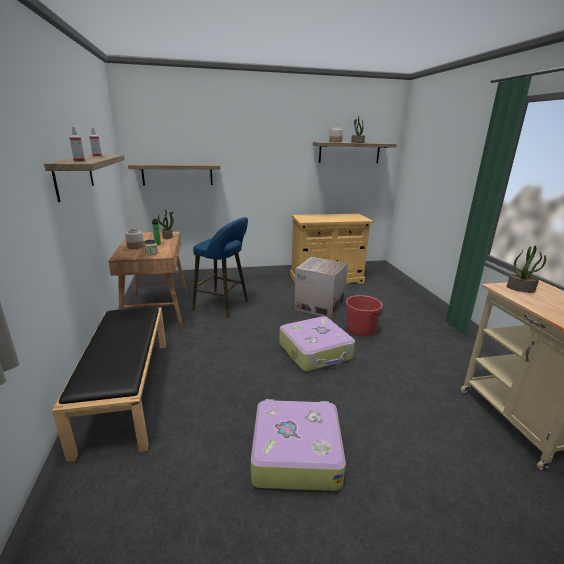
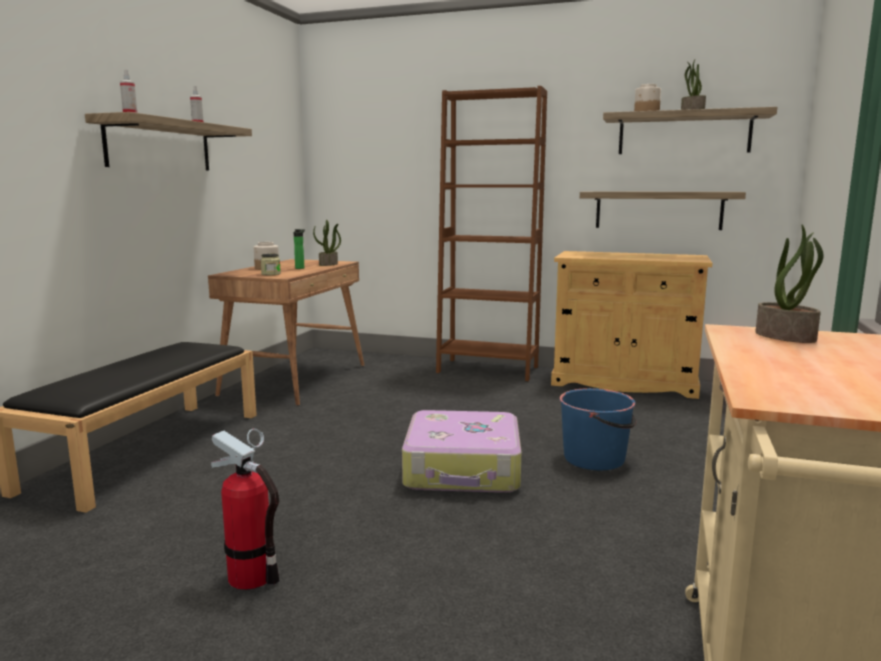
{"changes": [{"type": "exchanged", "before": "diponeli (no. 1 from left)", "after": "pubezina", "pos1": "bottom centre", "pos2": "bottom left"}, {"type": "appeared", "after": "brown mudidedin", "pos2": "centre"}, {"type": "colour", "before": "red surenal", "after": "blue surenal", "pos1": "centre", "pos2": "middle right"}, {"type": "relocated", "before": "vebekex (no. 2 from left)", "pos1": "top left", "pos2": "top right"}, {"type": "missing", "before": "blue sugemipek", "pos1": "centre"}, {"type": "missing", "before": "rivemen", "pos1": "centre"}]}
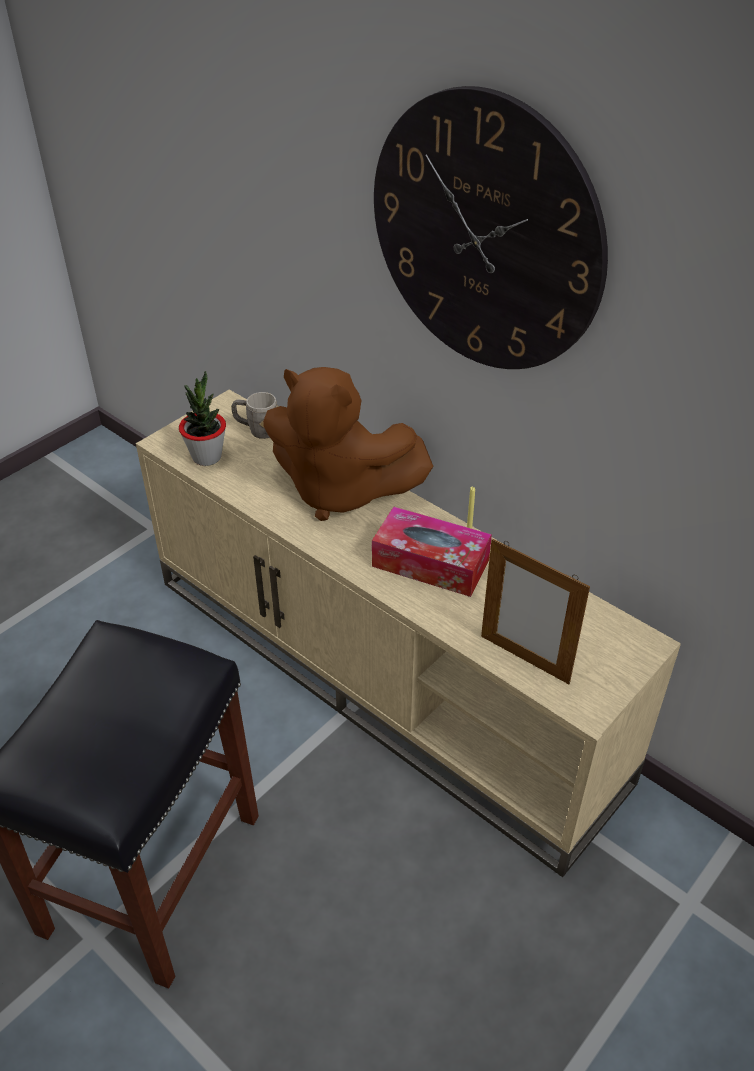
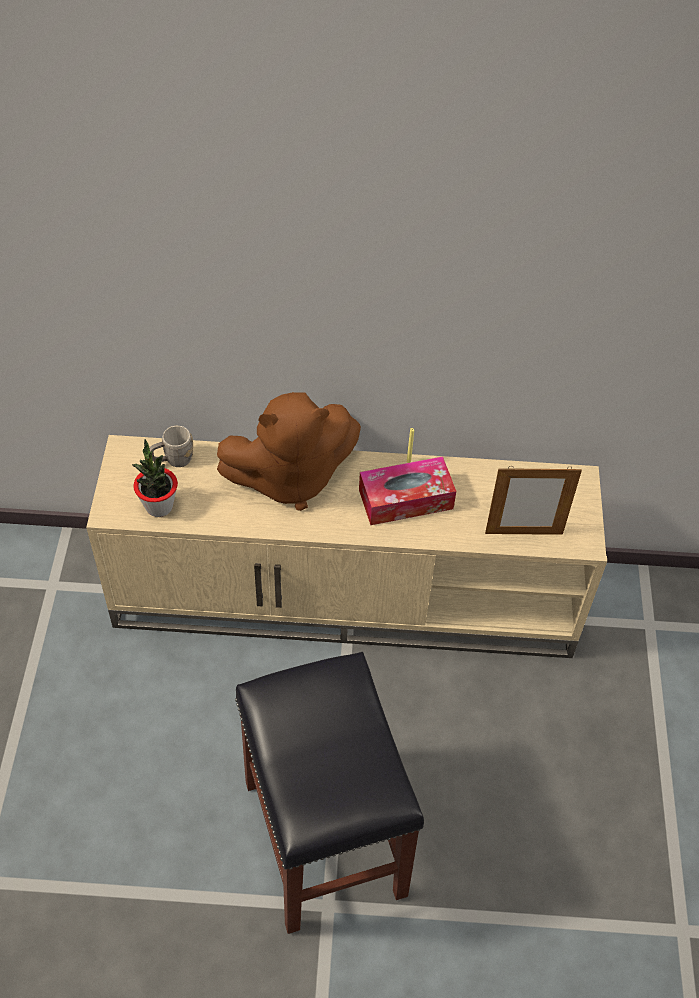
{"changes": [{"type": "missing", "before": "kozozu", "pos1": "top centre"}]}
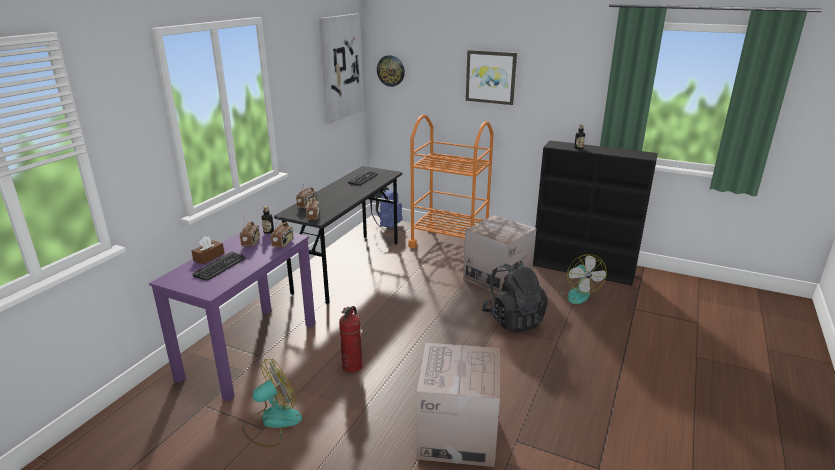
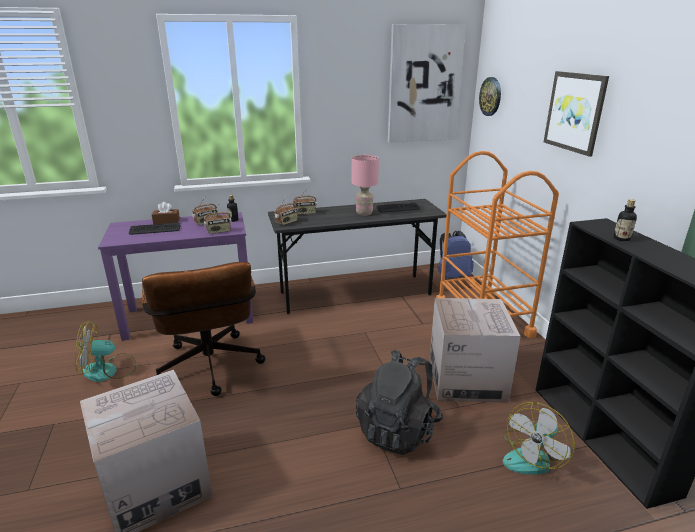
{"changes": [{"type": "spun", "before": "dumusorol (no. 1 from left)", "pos1": "bottom left", "pos2": "middle left", "turn": 150}, {"type": "exchanged", "before": "pubezina", "after": "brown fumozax", "pos1": "bottom centre", "pos2": "middle left"}, {"type": "appeared", "after": "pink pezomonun", "pos2": "centre"}]}
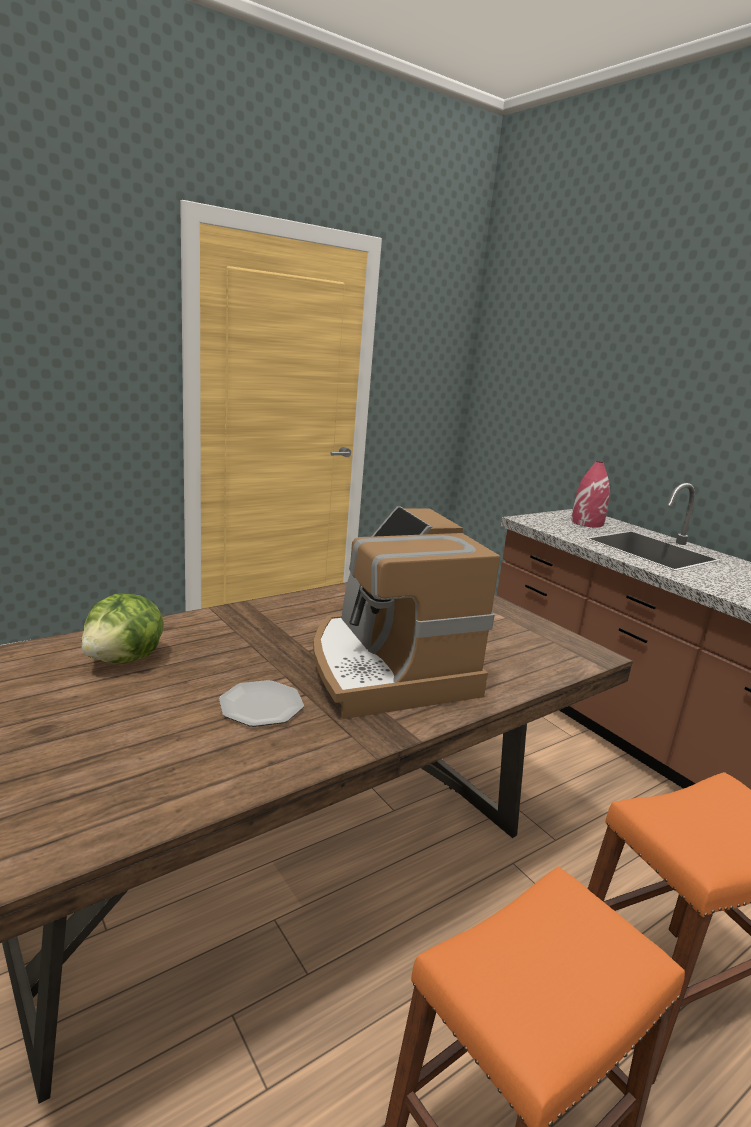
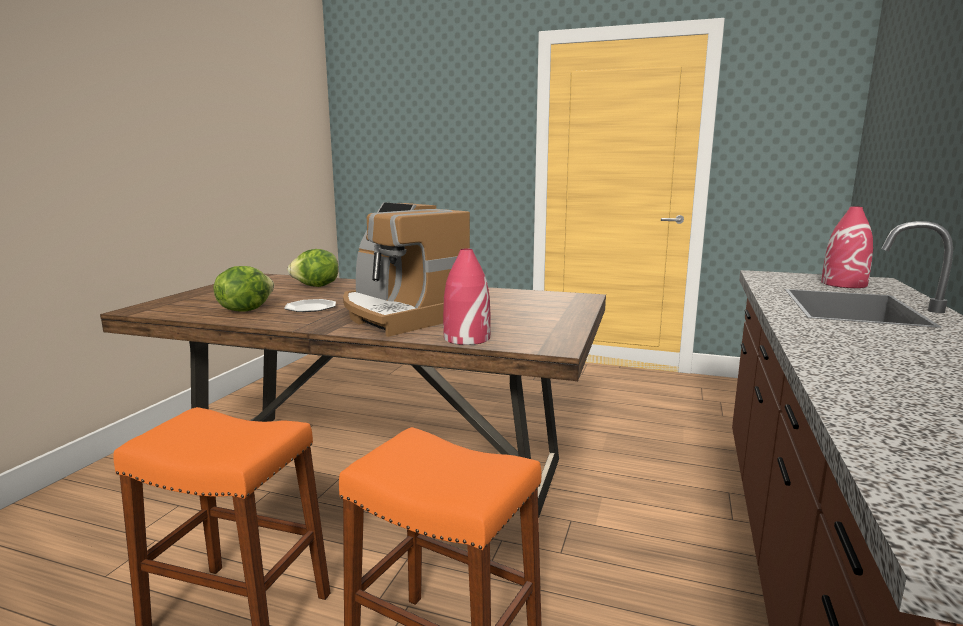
{"changes": [{"type": "appeared", "after": "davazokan (no. 1 from left)", "pos2": "middle left"}, {"type": "spun", "before": "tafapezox", "pos1": "centre", "pos2": "centre", "turn": -75}, {"type": "appeared", "after": "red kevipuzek (no. 1 from left)", "pos2": "centre"}]}
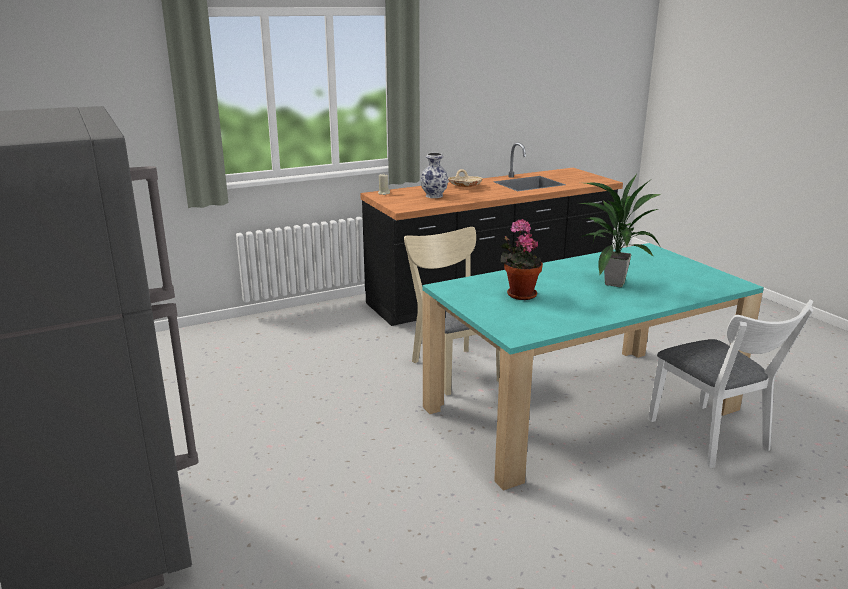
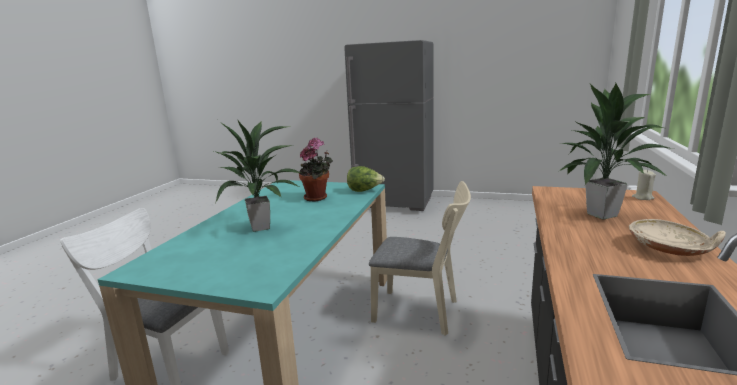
{"changes": [{"type": "appeared", "after": "davazokan", "pos2": "centre"}, {"type": "exchanged", "before": "kevipuzek", "after": "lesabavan (no. 3 from left)", "pos1": "top centre", "pos2": "middle right"}]}
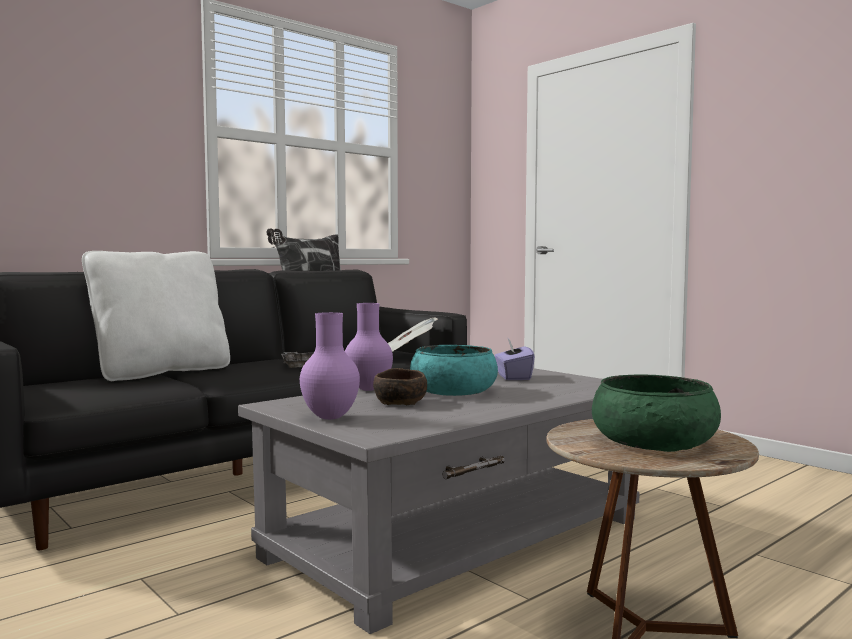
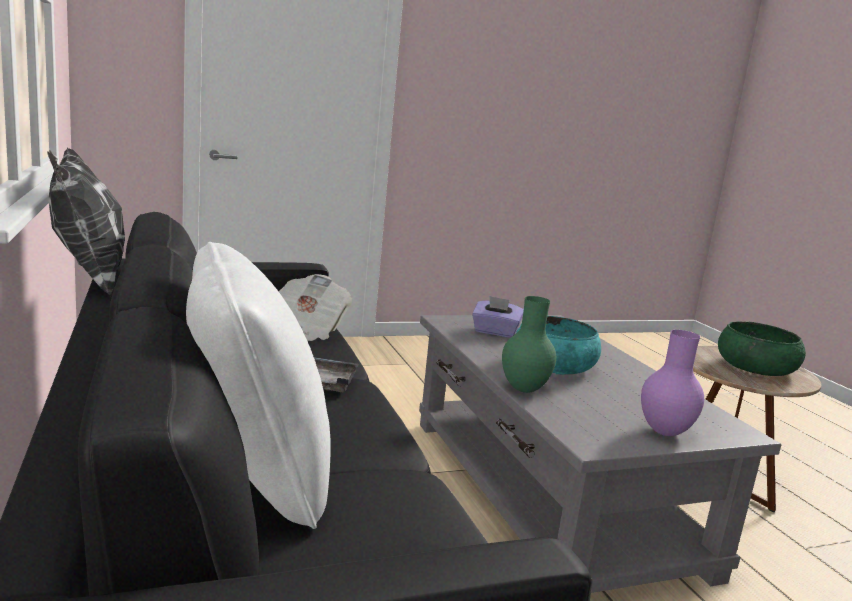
{"changes": [{"type": "colour", "before": "purple kevipuzek (no. 2 from left)", "after": "green kevipuzek", "pos1": "centre", "pos2": "centre"}, {"type": "missing", "before": "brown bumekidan", "pos1": "centre"}]}
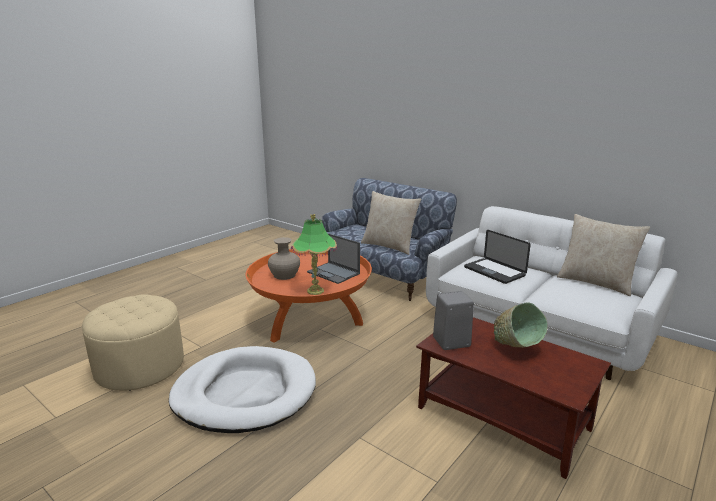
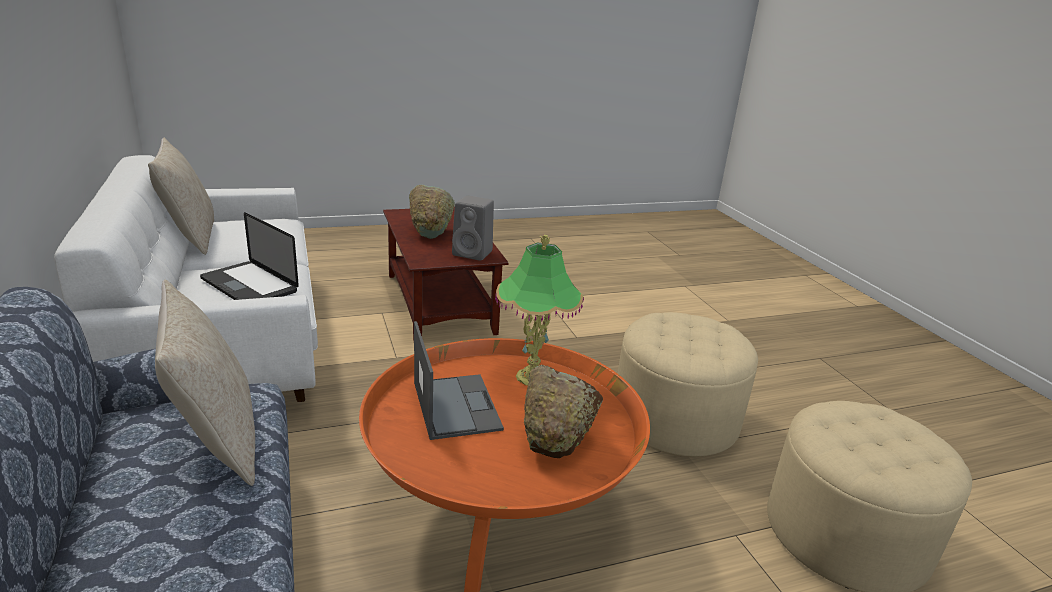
{"changes": [{"type": "spun", "before": "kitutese (no. 2 from left in the first image)", "pos1": "middle right", "pos2": "middle left", "turn": 135}, {"type": "exchanged", "before": "beige kevipuzek", "after": "brown bumekidan", "pos1": "centre", "pos2": "bottom centre"}, {"type": "exchanged", "before": "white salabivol", "after": "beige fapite (no. 1 from left)", "pos1": "bottom centre", "pos2": "centre"}]}
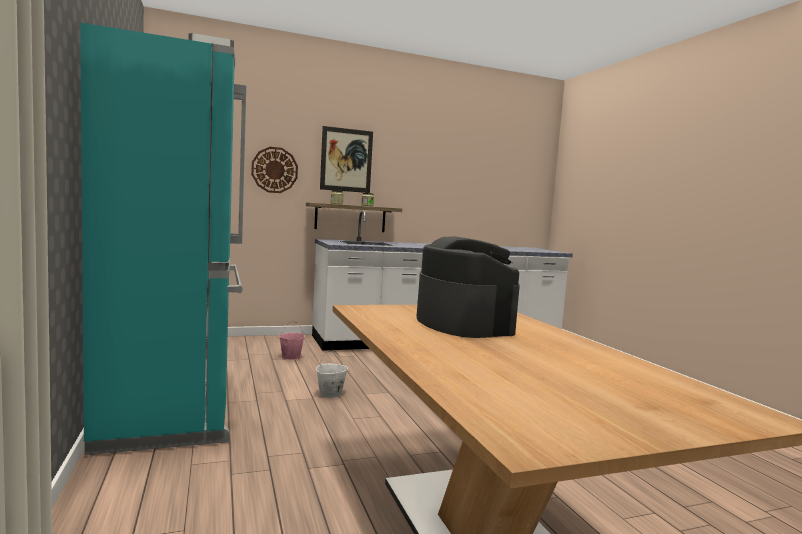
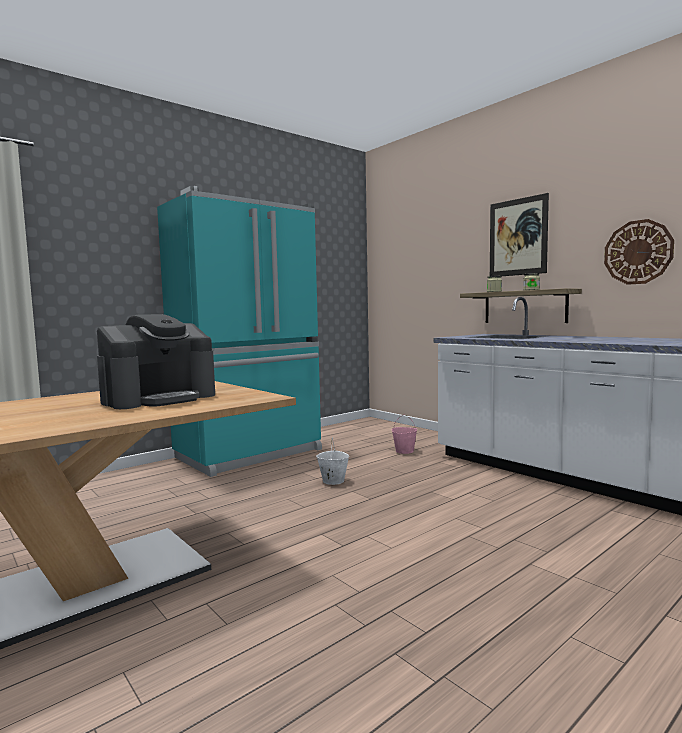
{"changes": [{"type": "relocated", "before": "kozozu", "pos1": "top centre", "pos2": "middle right"}]}
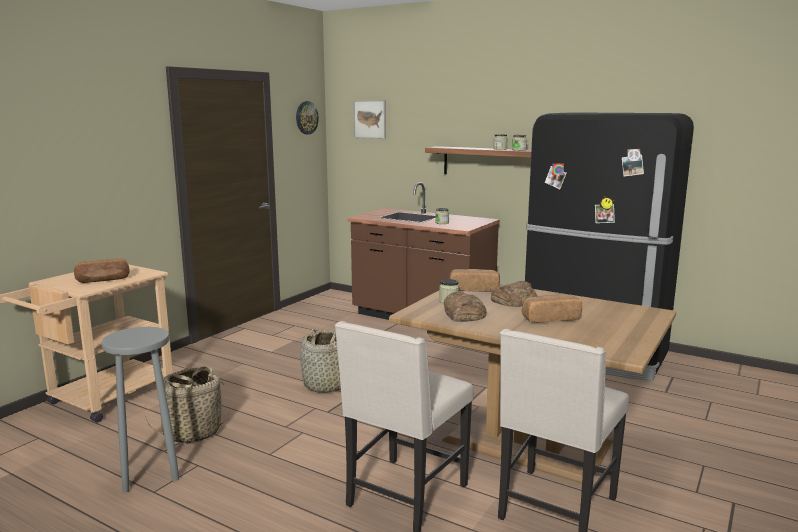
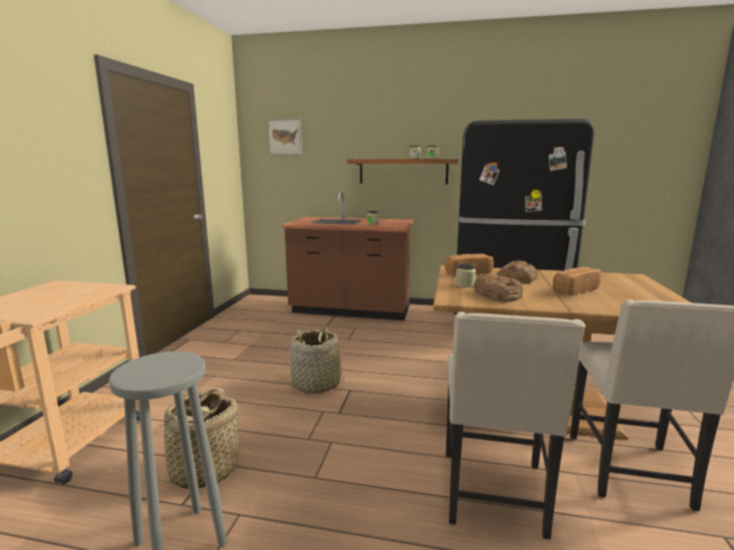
{"changes": [{"type": "missing", "before": "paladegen (no. 1 from left)", "pos1": "middle left"}, {"type": "missing", "before": "kozozu", "pos1": "top centre"}]}
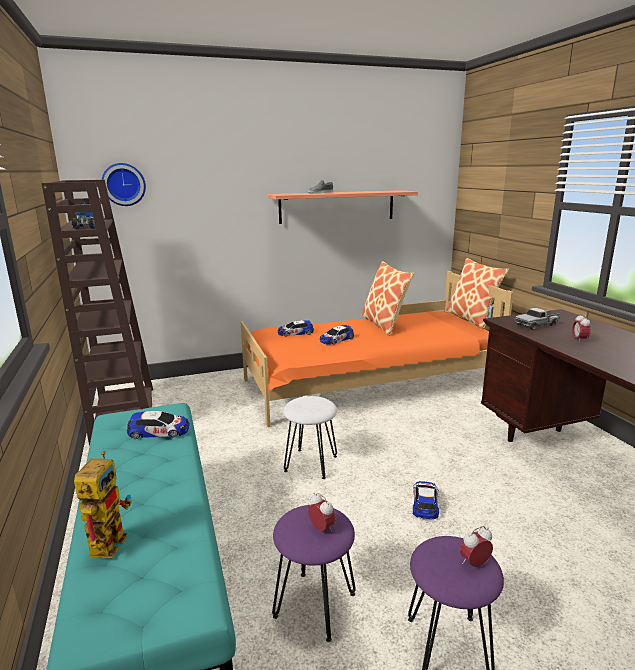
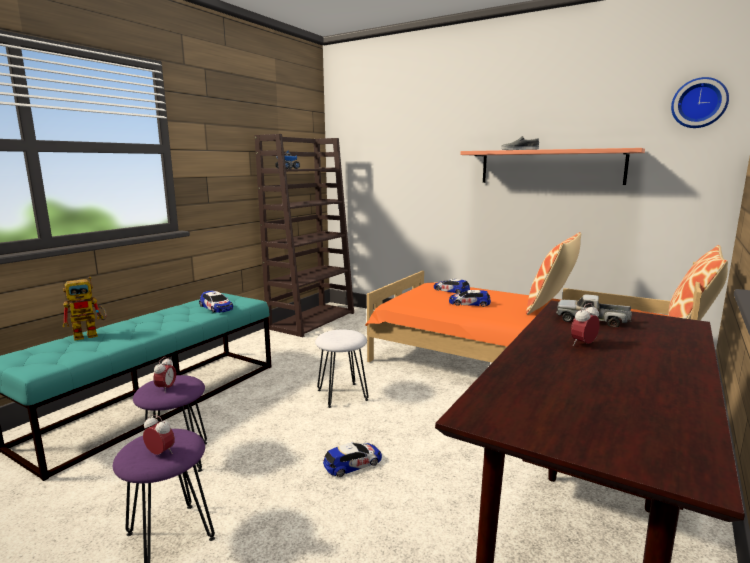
{"changes": [{"type": "relocated", "before": "kozozu", "pos1": "top left", "pos2": "top right"}]}
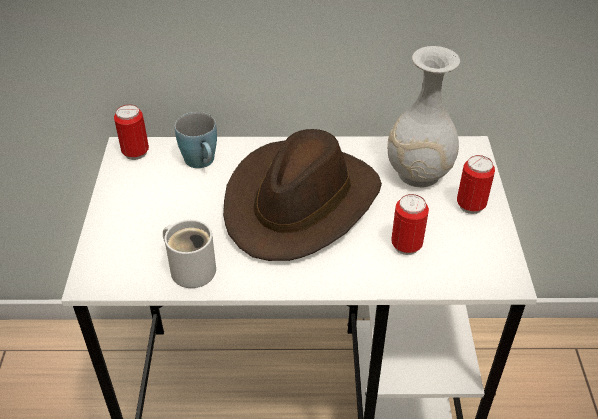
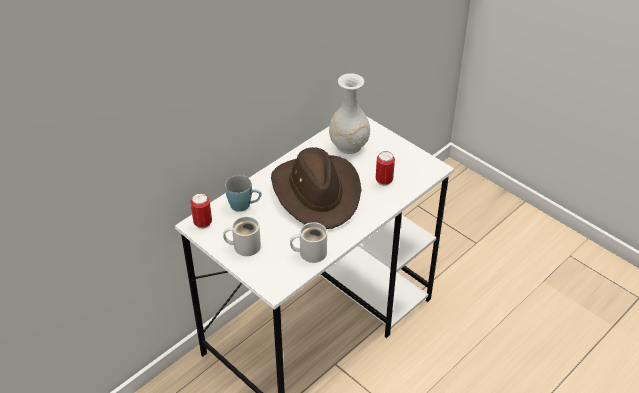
{"changes": [{"type": "appeared", "after": "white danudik (no. 1 from left)", "pos2": "centre"}, {"type": "missing", "before": "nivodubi (no. 3 from left)", "pos1": "middle right"}]}
